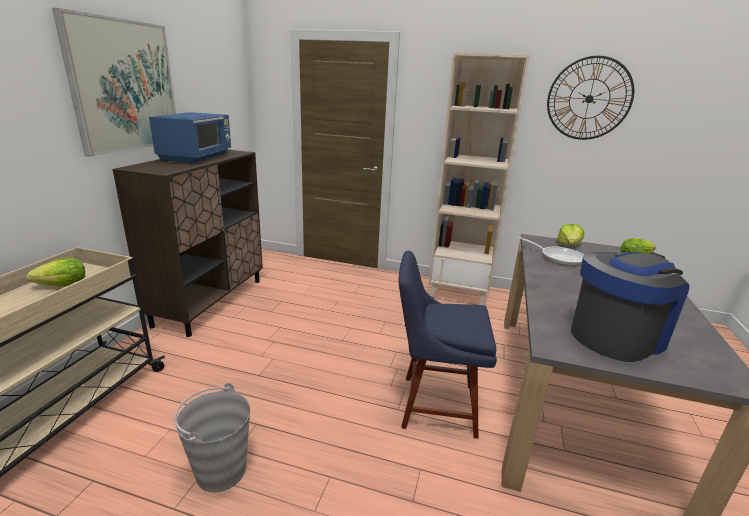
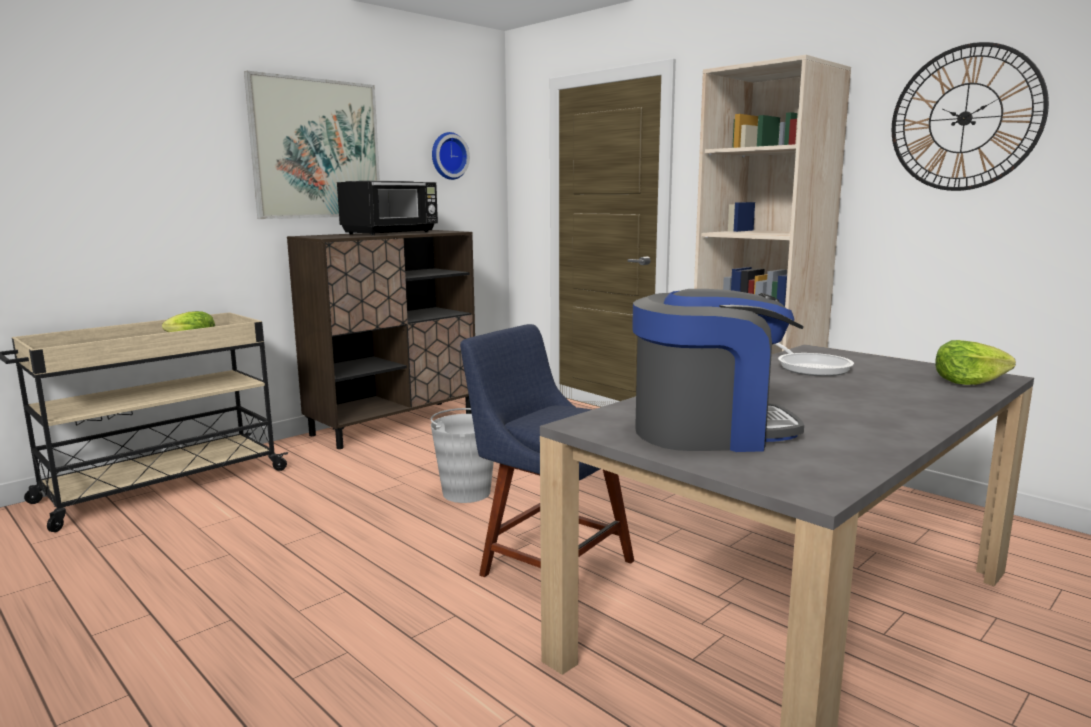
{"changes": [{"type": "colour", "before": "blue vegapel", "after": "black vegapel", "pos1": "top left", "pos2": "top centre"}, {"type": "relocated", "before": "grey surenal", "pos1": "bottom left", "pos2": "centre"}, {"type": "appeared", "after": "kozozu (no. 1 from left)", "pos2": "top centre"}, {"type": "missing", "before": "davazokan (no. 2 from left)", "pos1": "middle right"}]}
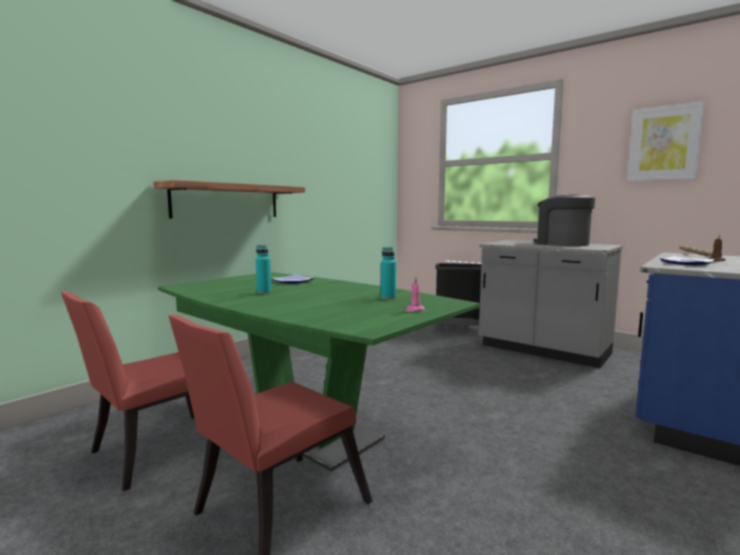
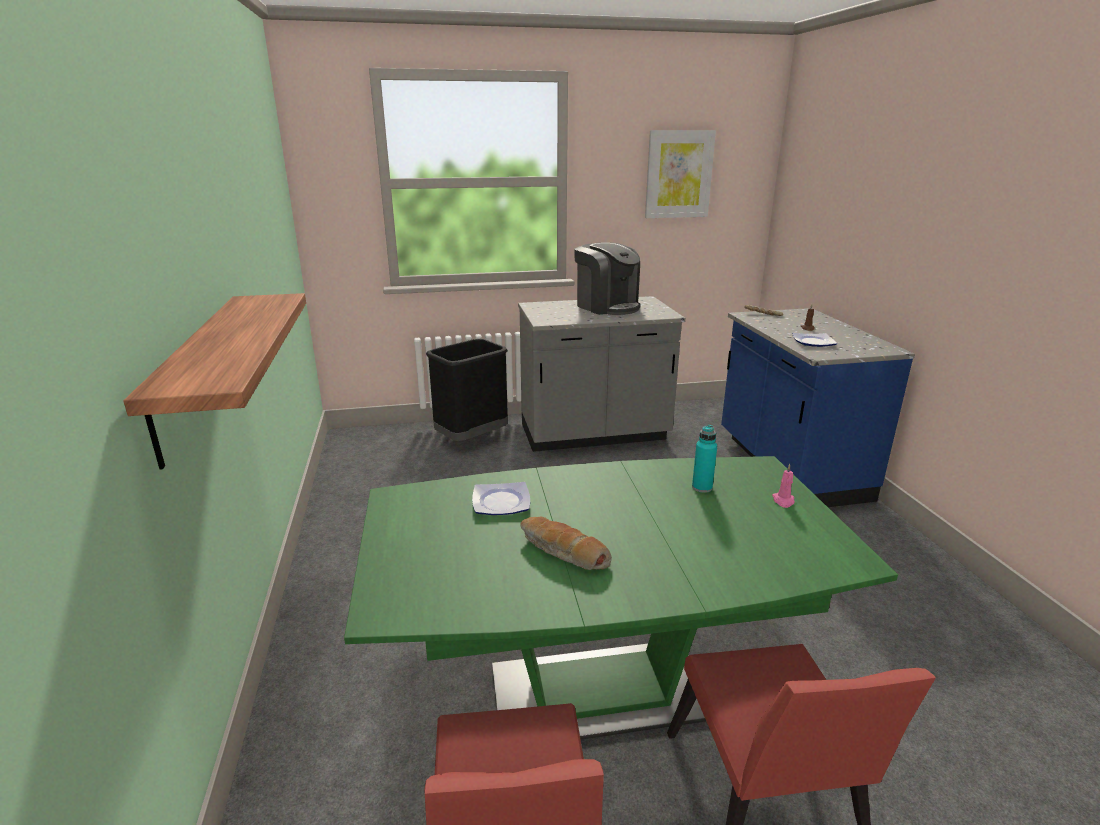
{"changes": [{"type": "exchanged", "before": "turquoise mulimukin (no. 1 from left)", "after": "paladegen (no. 1 from left)", "pos1": "centre", "pos2": "centre"}, {"type": "spun", "before": "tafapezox", "pos1": "middle right", "pos2": "centre", "turn": -135}]}
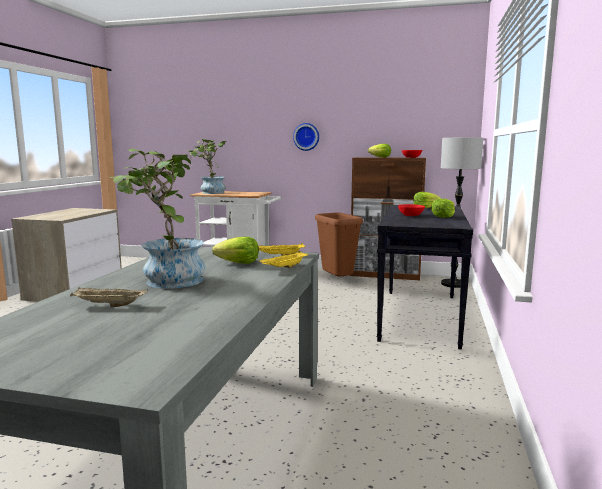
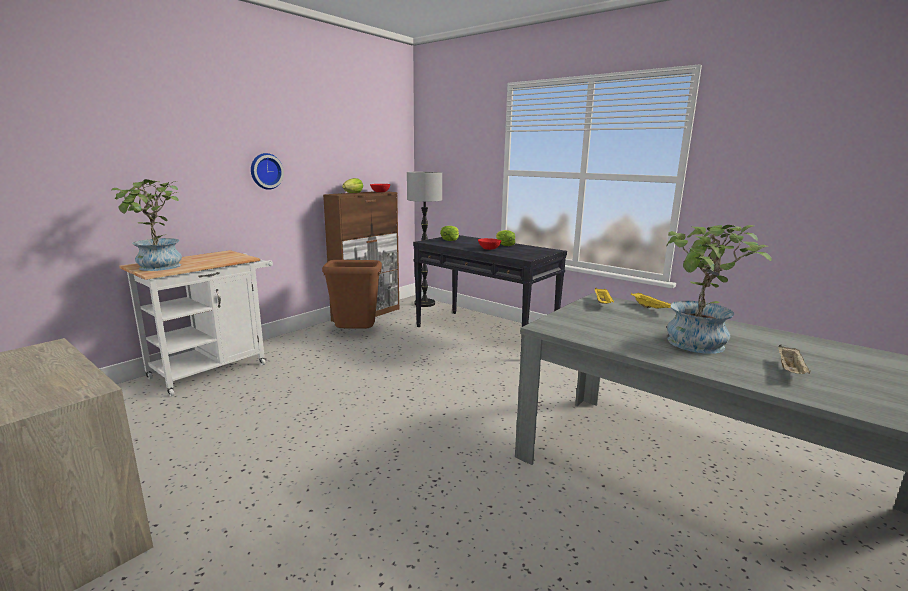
{"changes": [{"type": "missing", "before": "davazokan (no. 1 from left)", "pos1": "centre"}]}
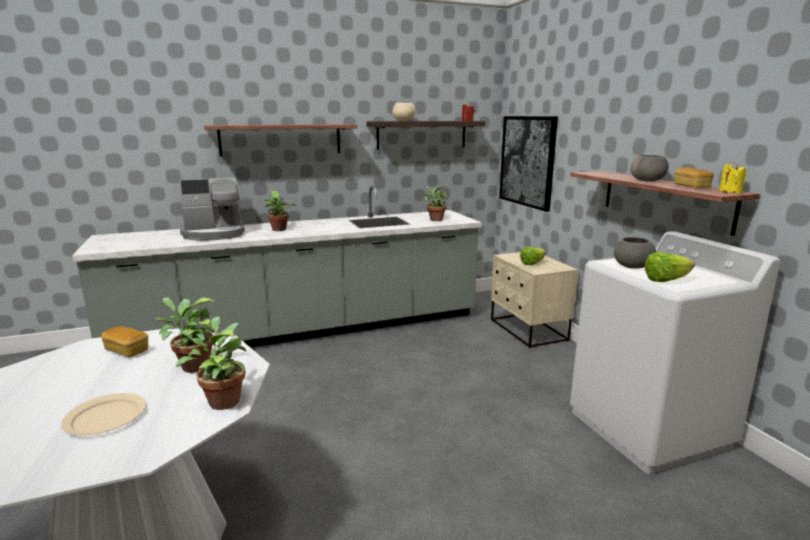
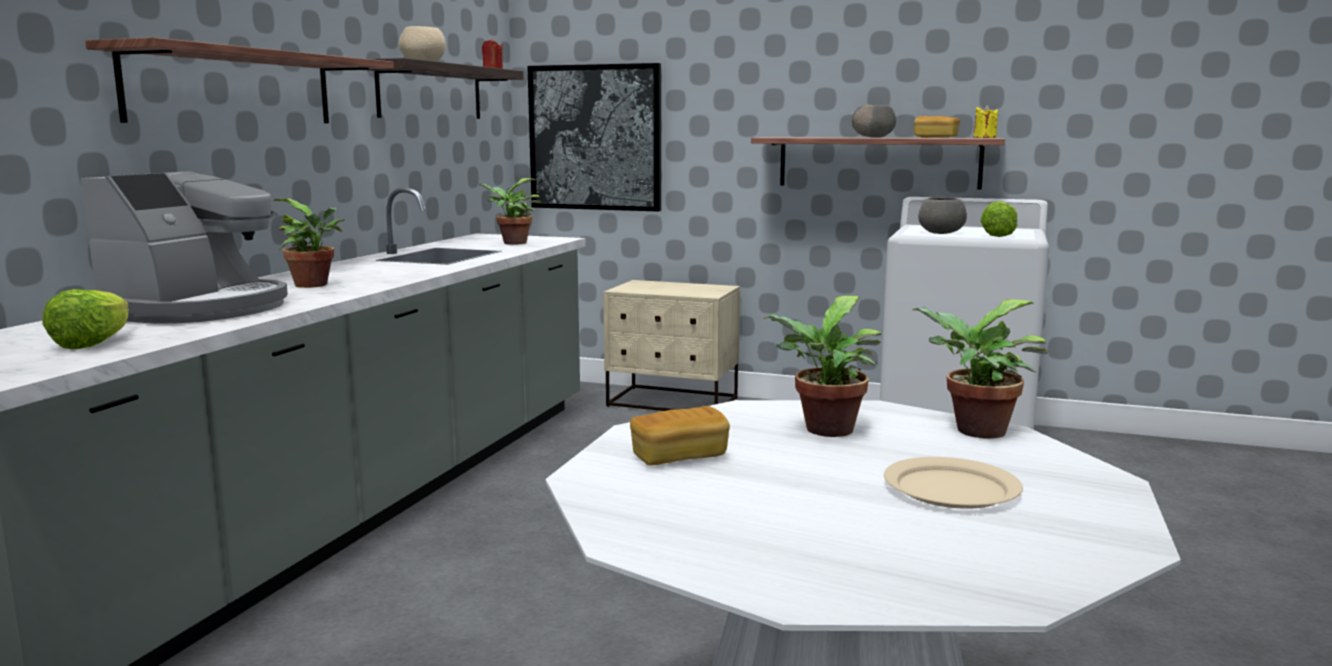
{"changes": [{"type": "relocated", "before": "davazokan (no. 1 from left)", "pos1": "centre", "pos2": "middle left"}]}
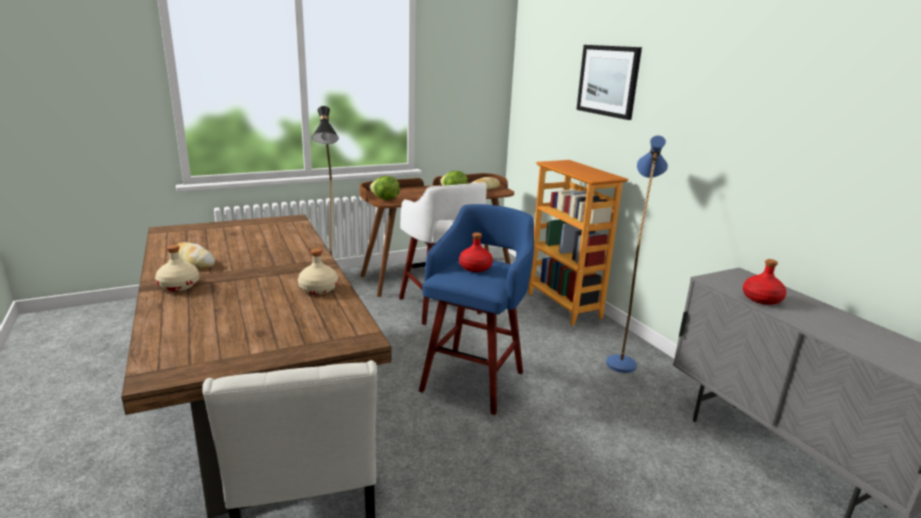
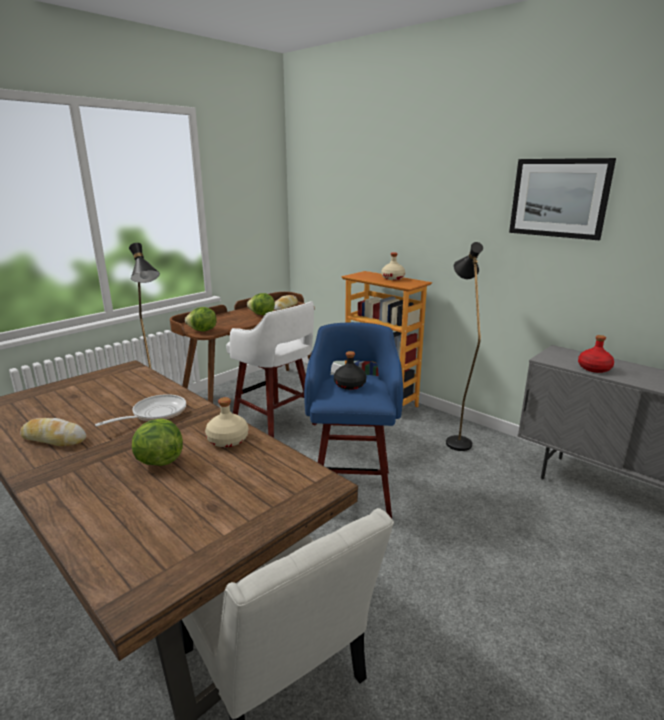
{"changes": [{"type": "appeared", "after": "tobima", "pos2": "middle left"}, {"type": "appeared", "after": "davazokan (no. 1 from left)", "pos2": "middle left"}, {"type": "colour", "before": "red mulimukin (no. 1 from left)", "after": "black mulimukin", "pos1": "centre", "pos2": "centre"}, {"type": "relocated", "before": "beige mulimukin (no. 1 from left in the first image)", "after": "beige mulimukin (no. 2 from left)", "pos1": "middle left", "pos2": "centre"}, {"type": "colour", "before": "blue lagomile", "after": "black lagomile (no. 2 from left)", "pos1": "middle right", "pos2": "middle right"}, {"type": "relocated", "before": "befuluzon", "pos1": "top centre", "pos2": "top right"}]}
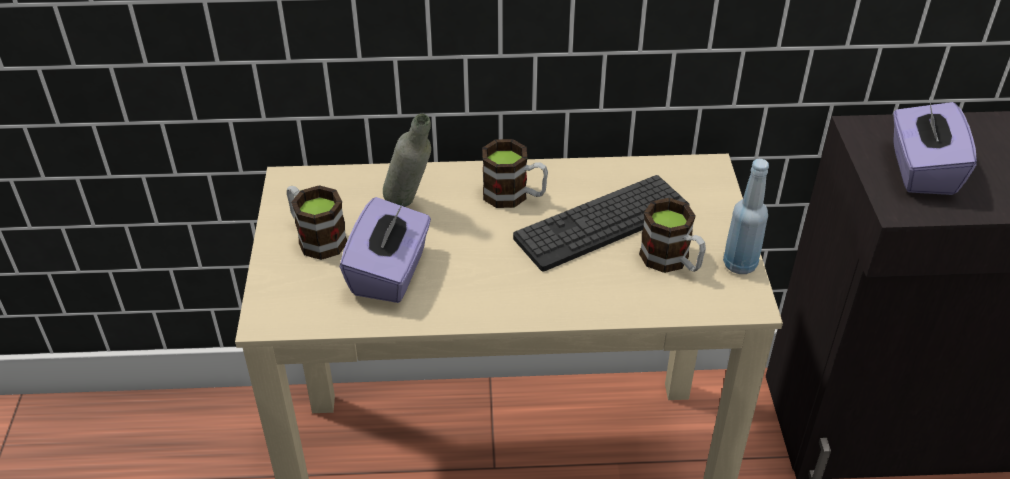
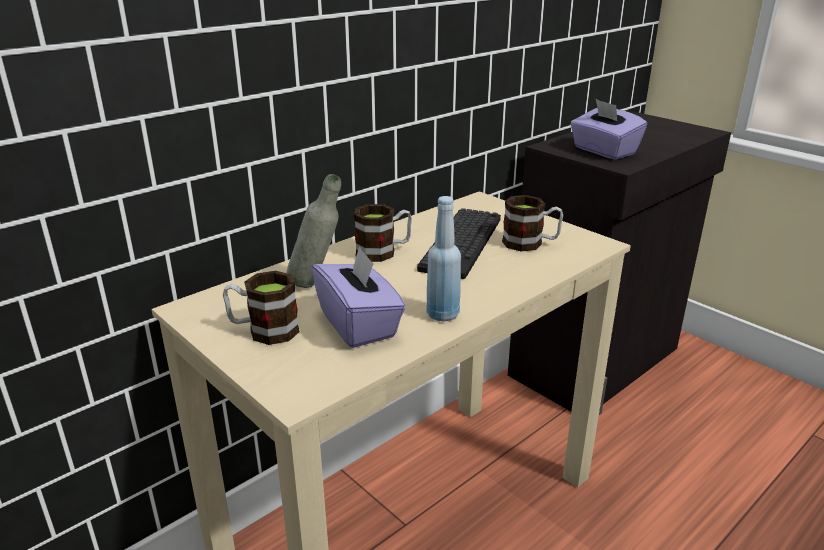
{"changes": [{"type": "relocated", "before": "blue mulimukin", "pos1": "middle right", "pos2": "centre"}]}
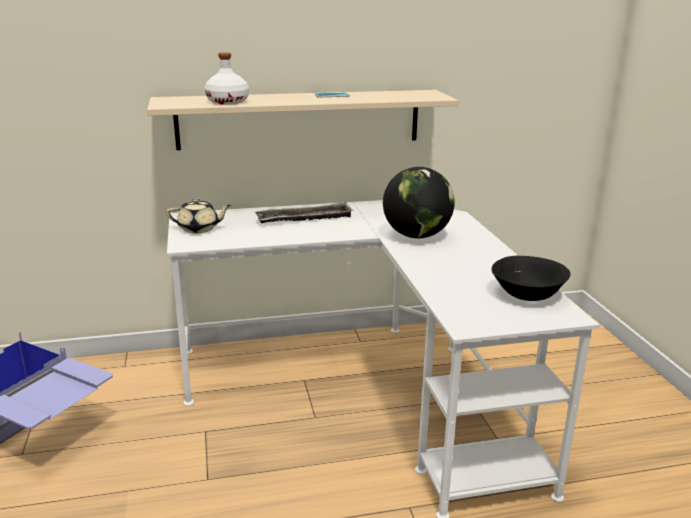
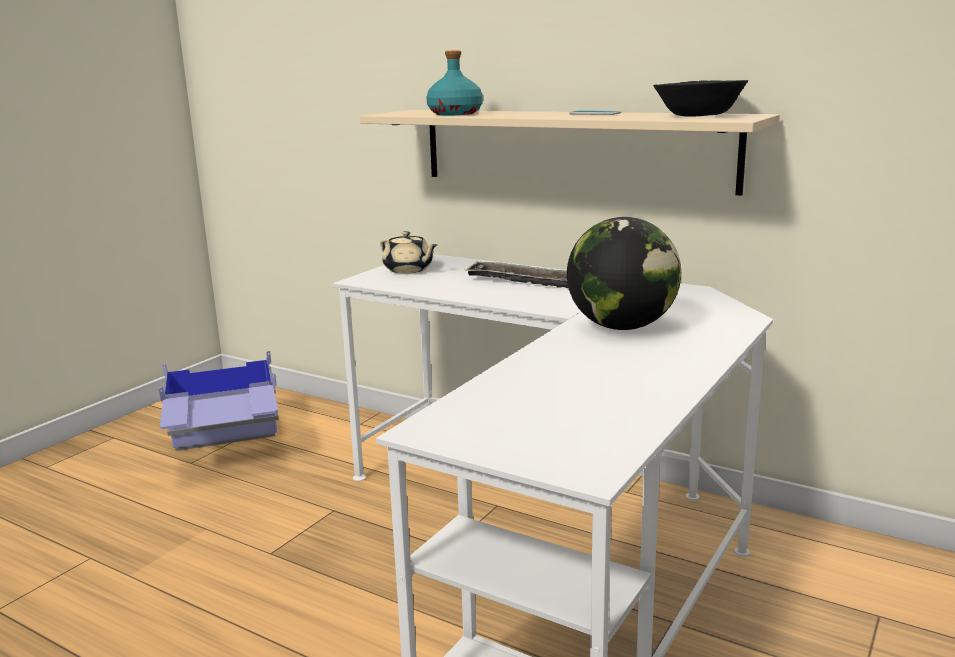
{"changes": [{"type": "colour", "before": "white mulimukin", "after": "turquoise mulimukin", "pos1": "top left", "pos2": "top centre"}, {"type": "relocated", "before": "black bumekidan", "pos1": "middle right", "pos2": "top right"}]}
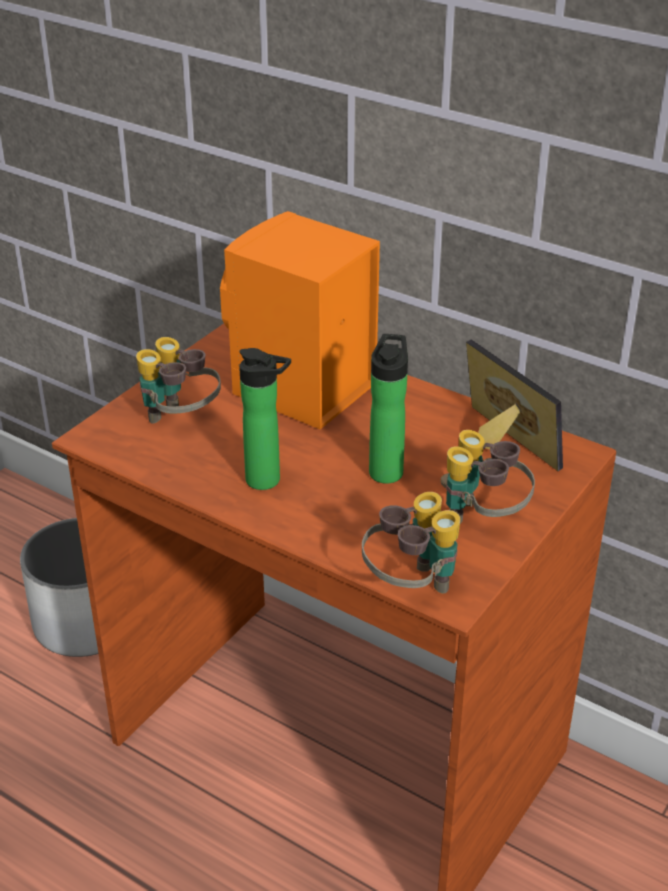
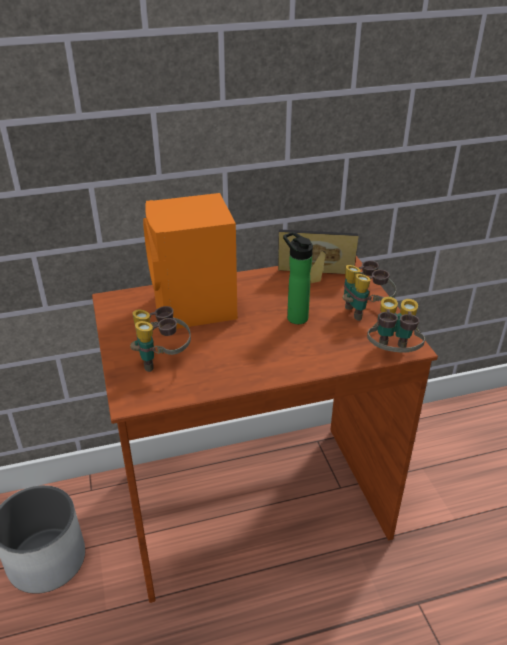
{"changes": [{"type": "missing", "before": "mulimukin (no. 1 from left)", "pos1": "centre"}]}
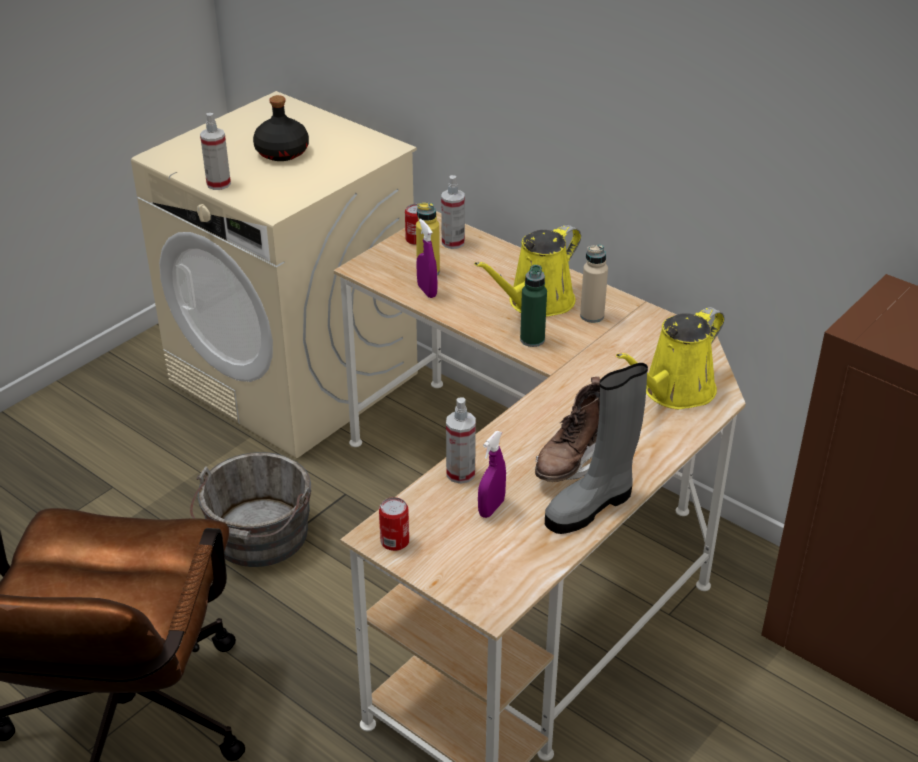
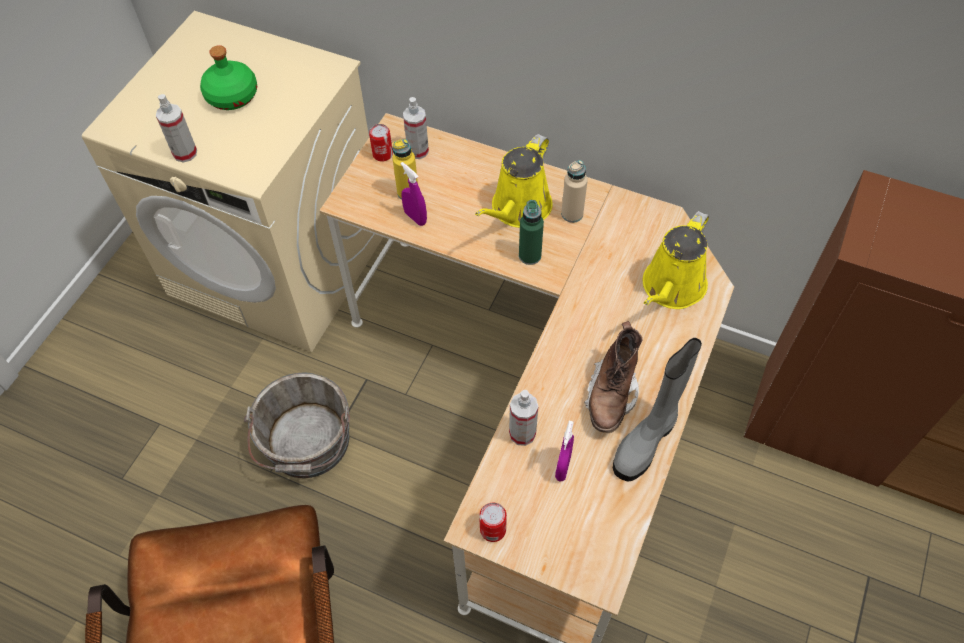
{"changes": [{"type": "colour", "before": "black mulimukin", "after": "green mulimukin (no. 1 from left)", "pos1": "top left", "pos2": "top left"}]}
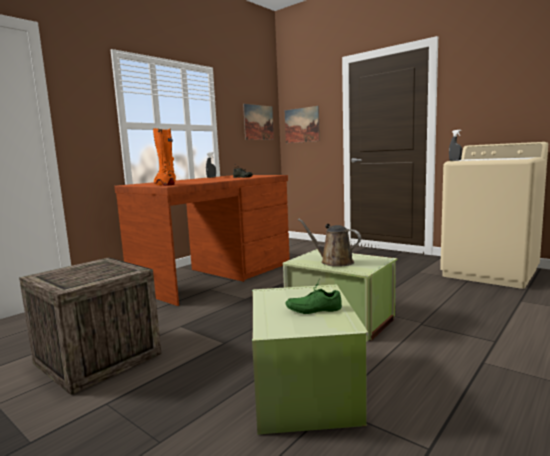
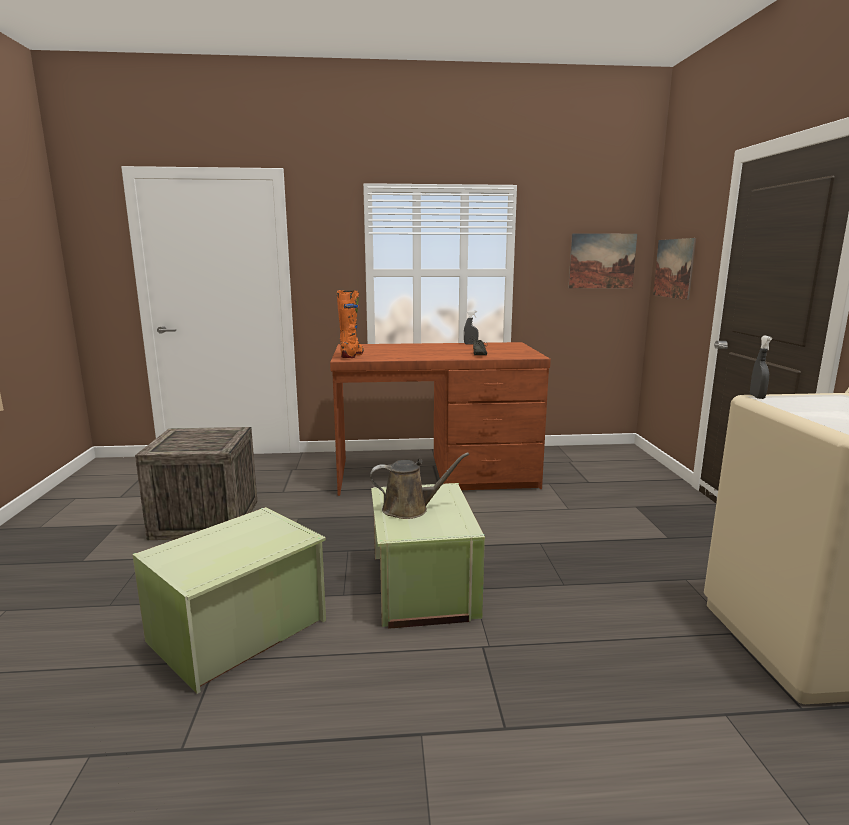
{"changes": [{"type": "spun", "before": "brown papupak", "pos1": "centre", "pos2": "centre", "turn": 90}, {"type": "missing", "before": "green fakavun", "pos1": "centre"}]}
